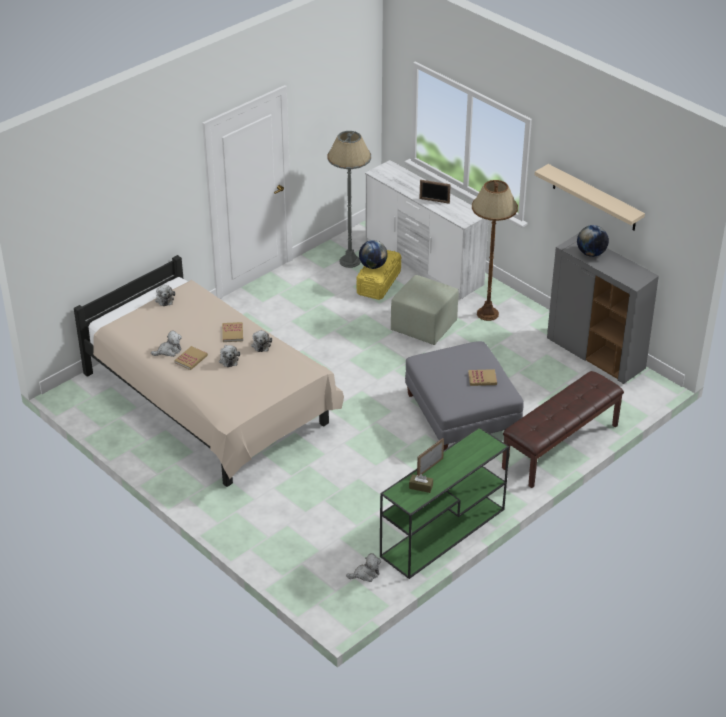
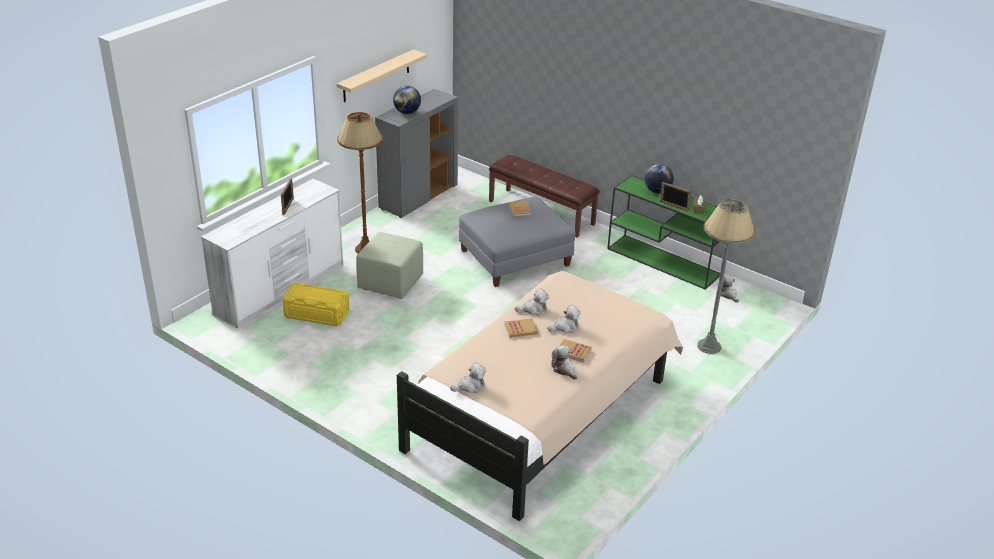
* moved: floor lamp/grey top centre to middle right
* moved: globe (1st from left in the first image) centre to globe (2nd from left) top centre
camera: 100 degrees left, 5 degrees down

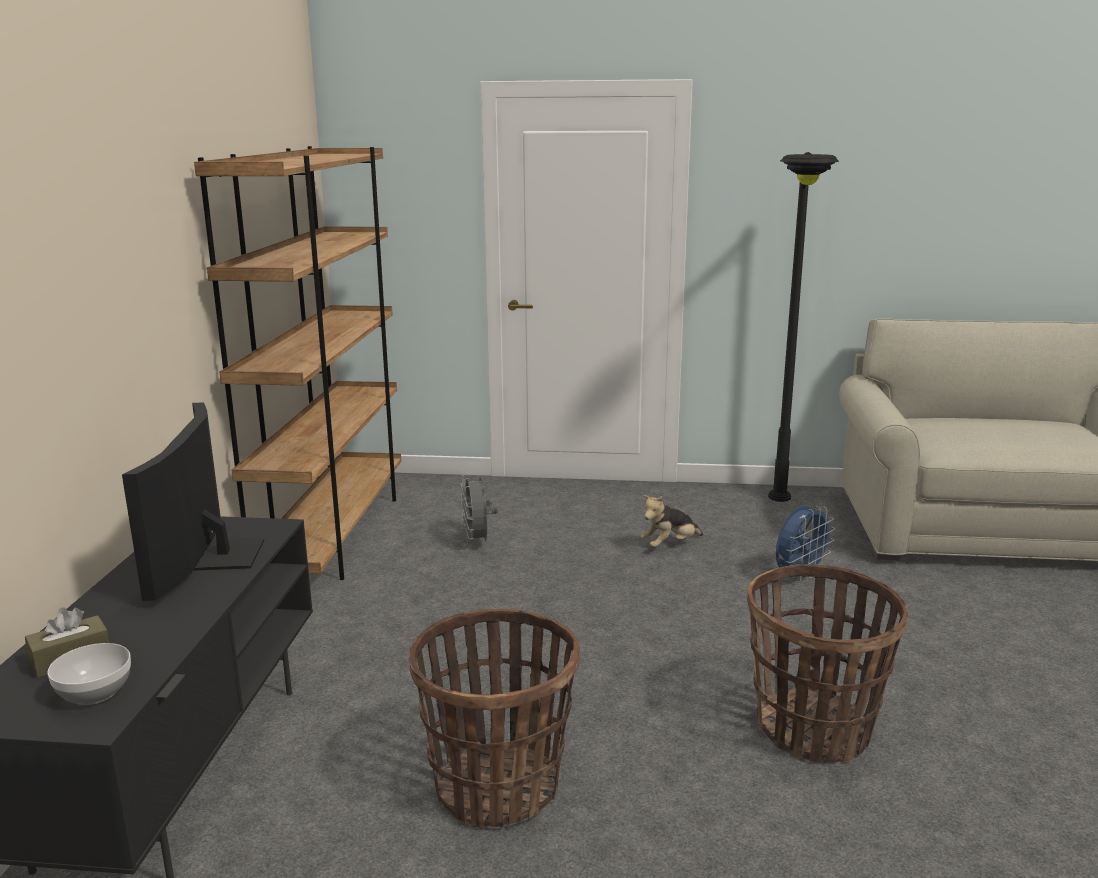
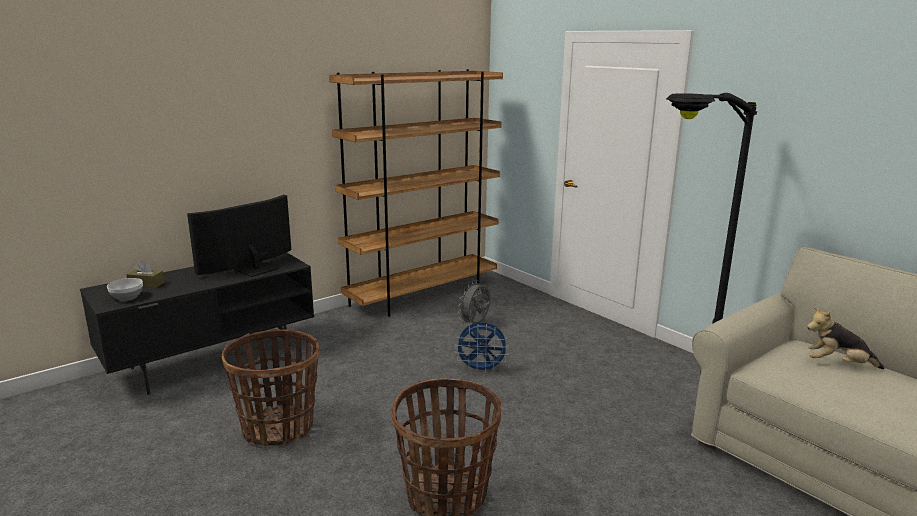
* moved: plush toy centre to middle right
* moved: fan/blue middle right to bottom centre
camera: 45 degrees right, 0 degrees up

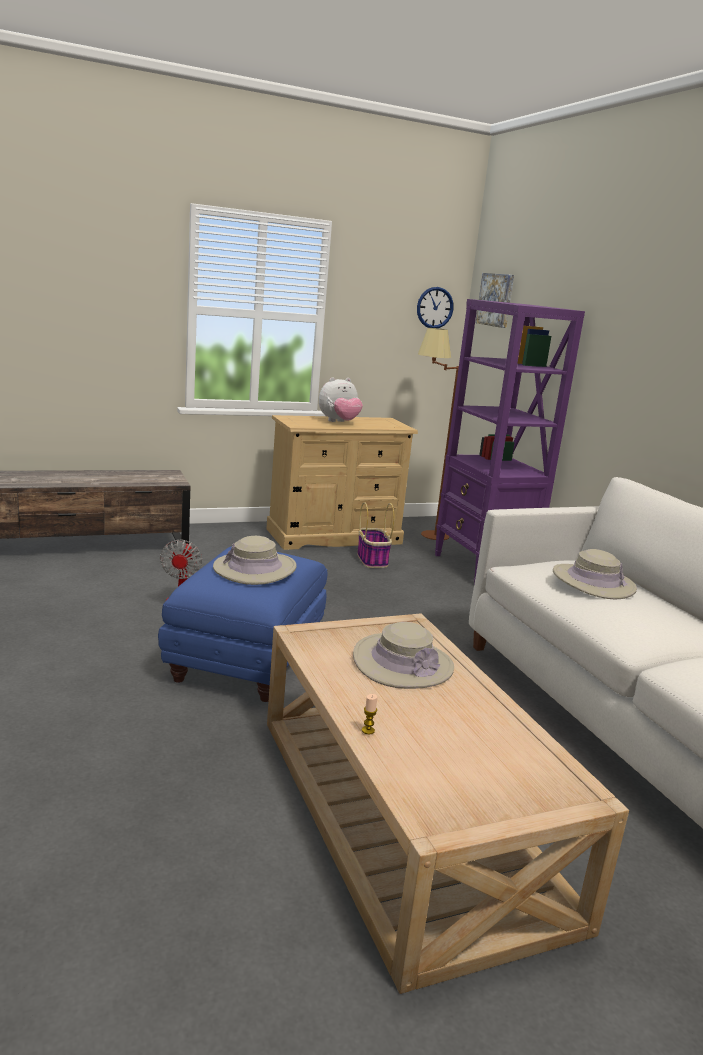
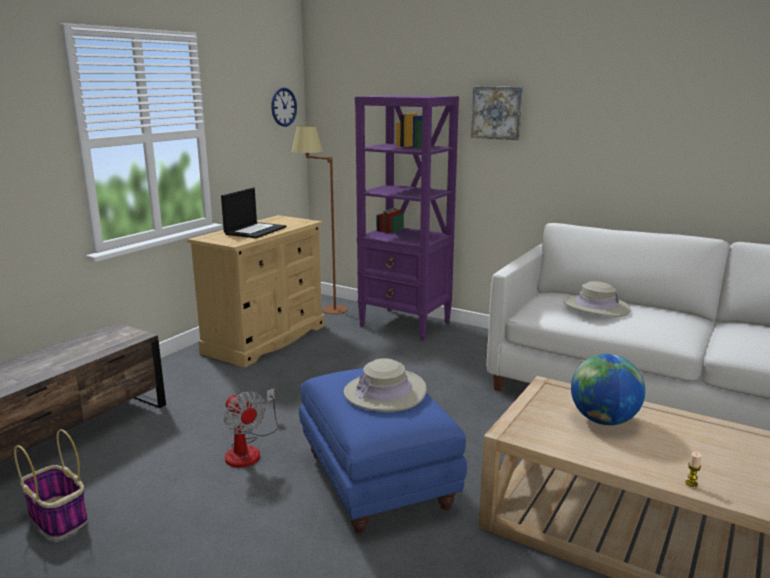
* moved: picture top right to top centre
* replaced: plush toy centre to laptop middle left
* moved: basket centre to bottom left
* replaced: hat/beige (2nd from left) centre to globe bottom right
camera: 35 degrees left, 0 degrees up

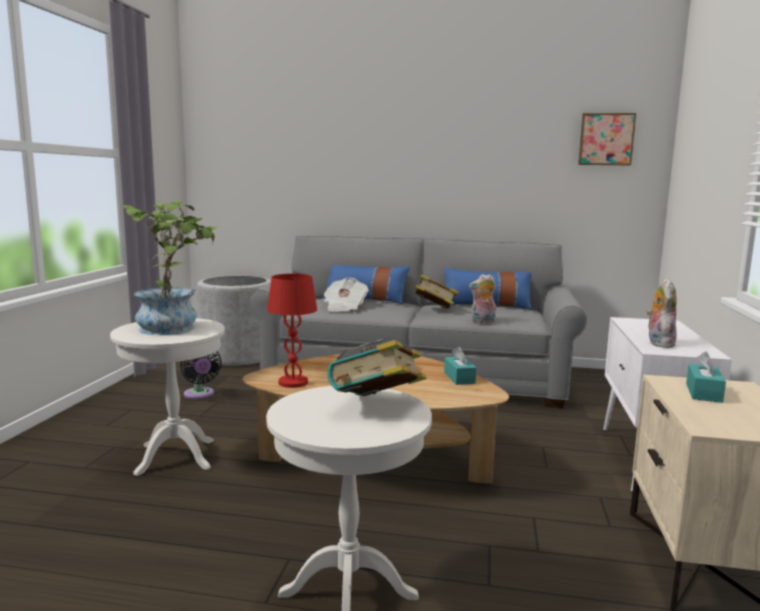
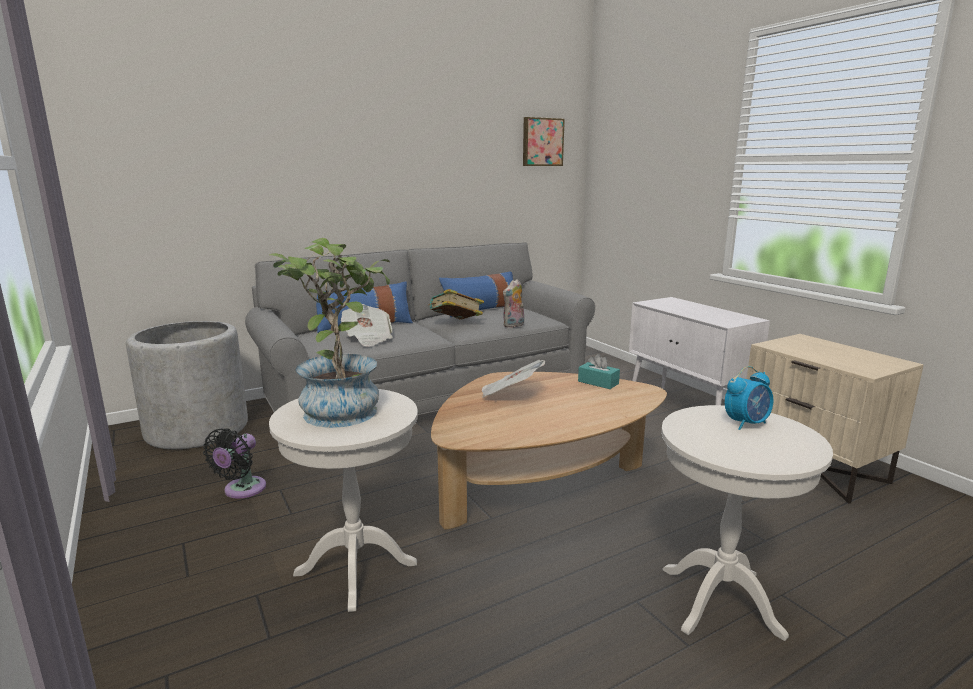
* removed: table lamp/red centre
* removed: plush toy (2nd from left) middle right
* replaced: book (1st from left) centre to alarm clock middle right
* turned: fan/black middle left = bottom left 90 degrees clockwise
* removed: tissue box/turquoise (2nd from left) middle right
camera: 40 degrees left, 5 degrees up

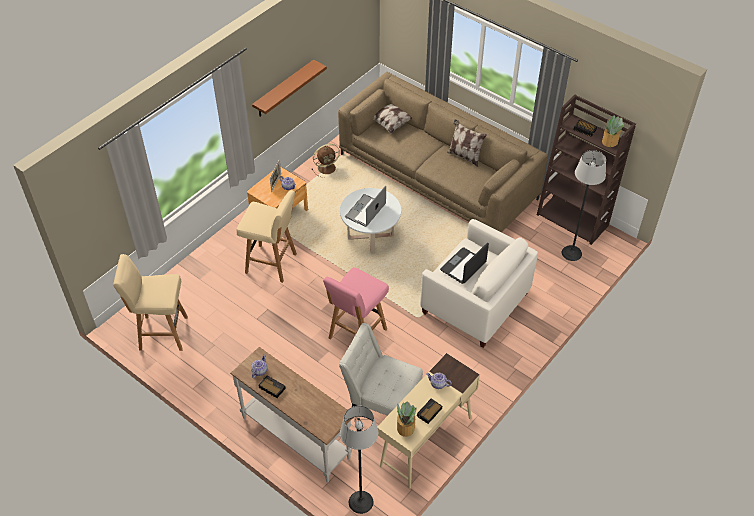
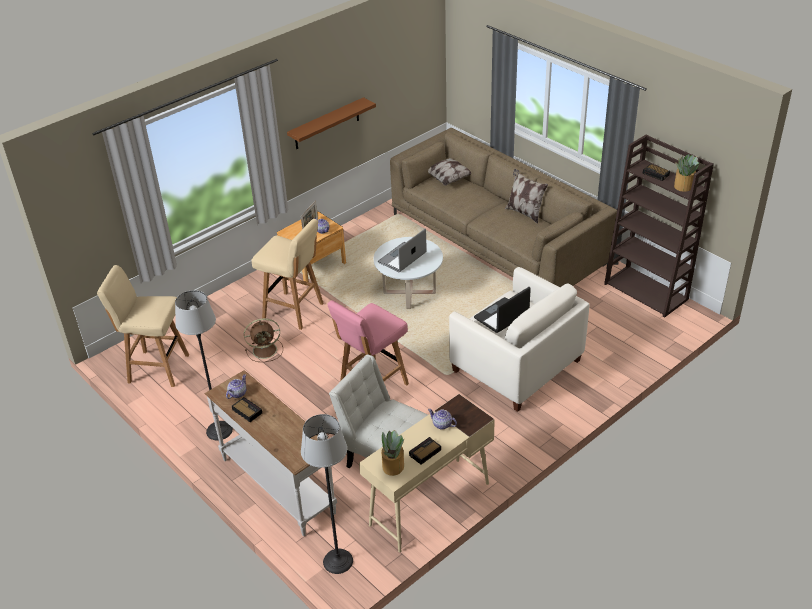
* moved: fan/brown top centre to middle left
* moved: floor lamp (2nd from left in the first image) middle right to floor lamp (1st from left) middle left
camera: 10 degrees right, 10 degrees down

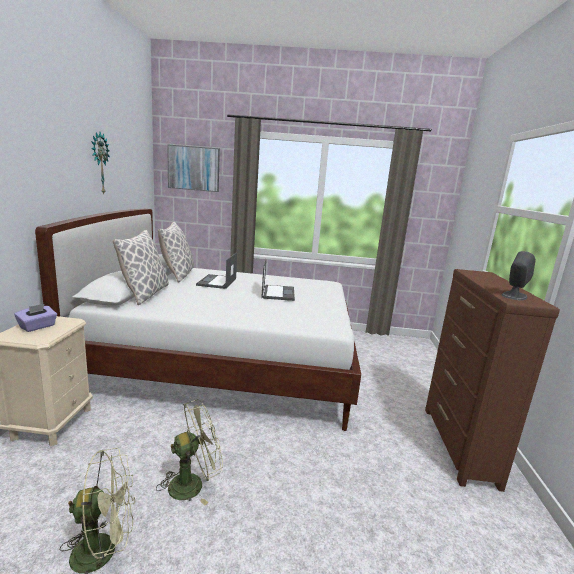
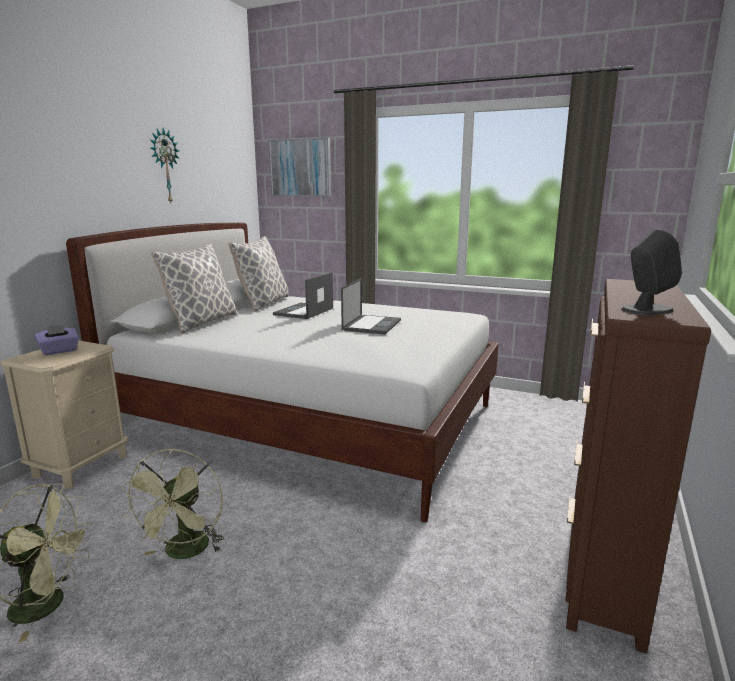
* turned: fan/green (2nd from left) bottom left = bottom left 105 degrees clockwise
camera: 20 degrees right, 0 degrees up

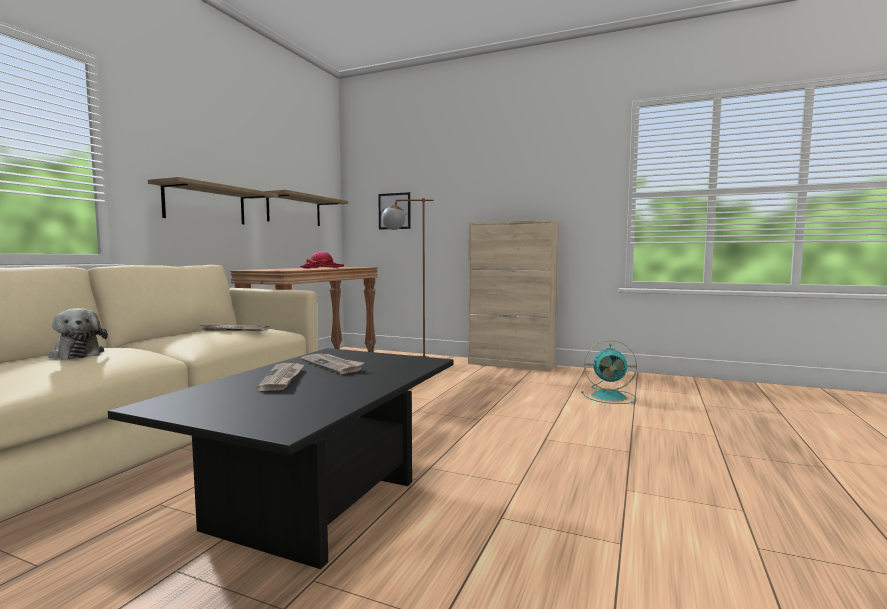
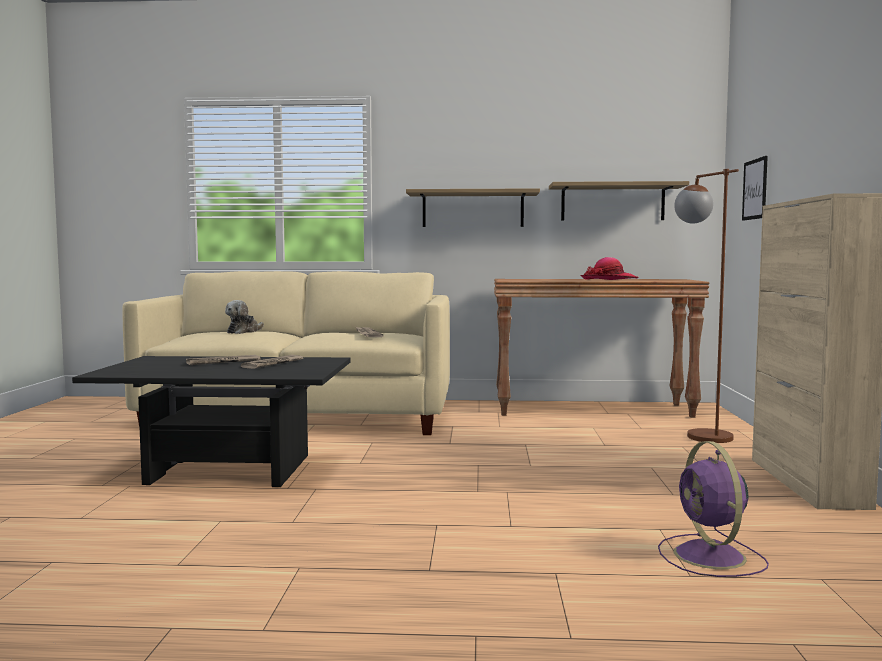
* recoloured: fan/turquoise middle right to fan/purple bottom right
camera: 70 degrees right, 0 degrees up

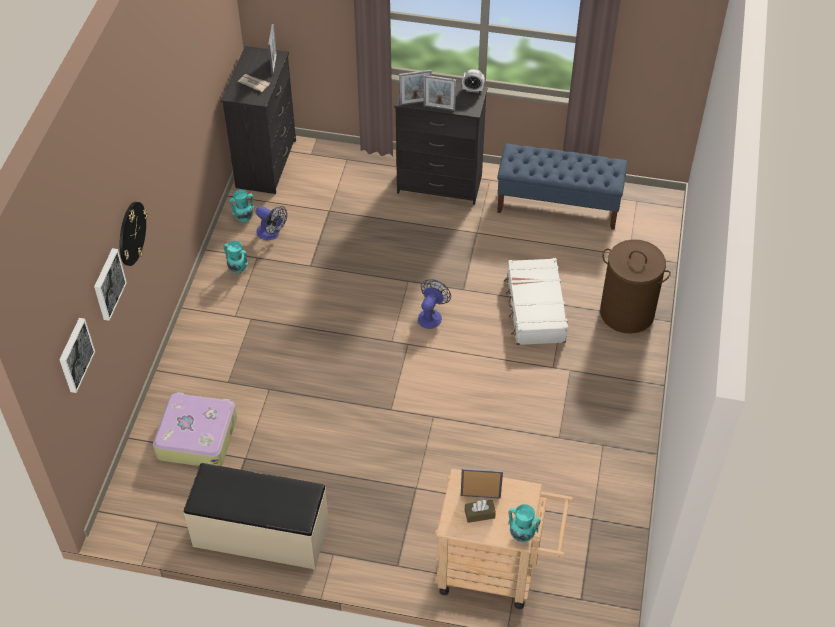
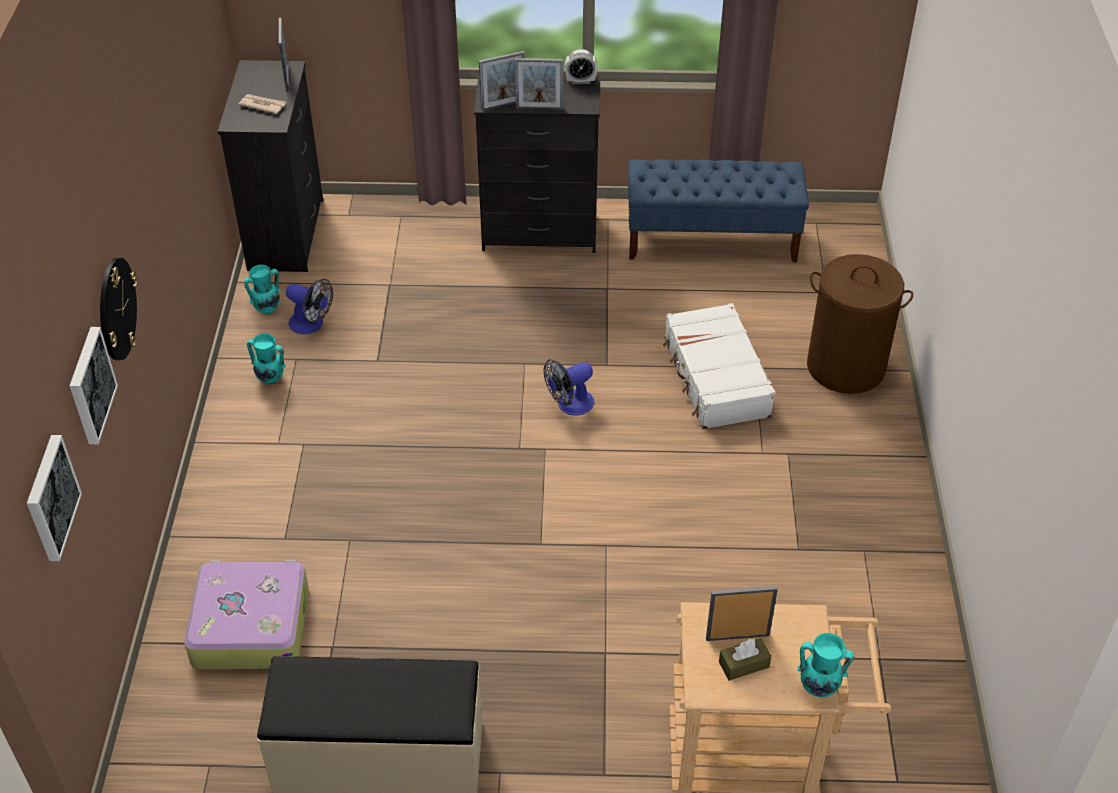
* turned: fan (2nd from left) centre = centre 135 degrees counterclockwise
camera: 10 degrees left, 5 degrees down

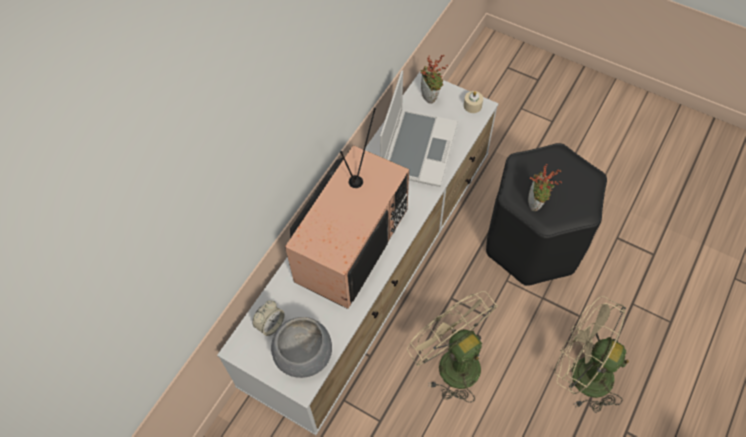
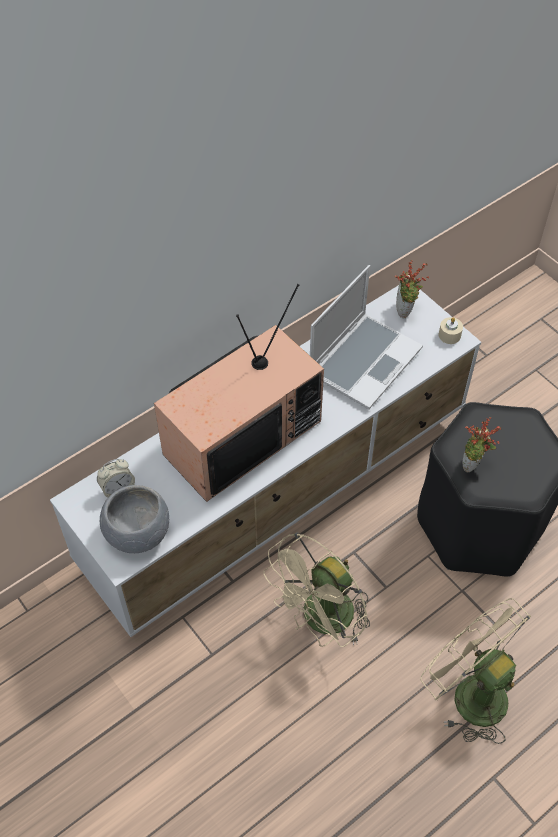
* turned: fan/beige (1st from left) bottom centre = bottom centre 120 degrees counterclockwise
camera: 20 degrees right, 5 degrees down

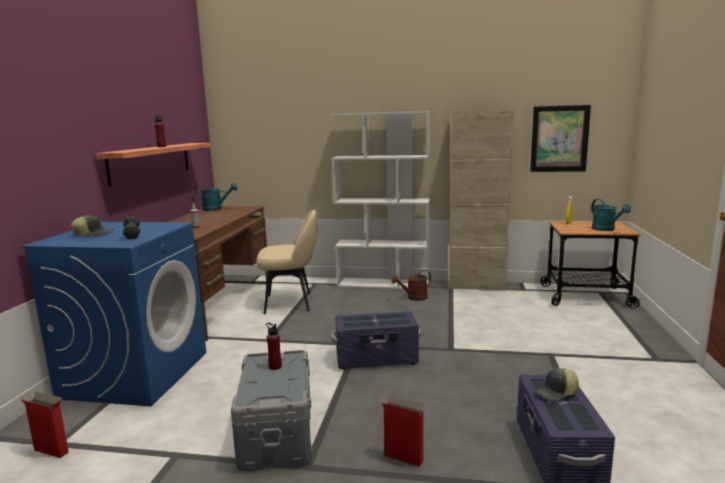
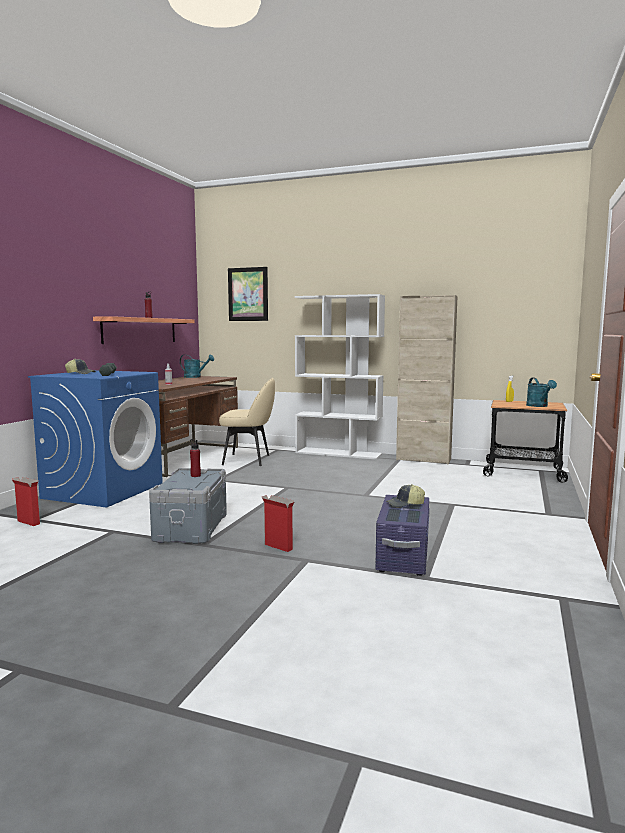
* moved: picture top right to centre
* removed: watering can/brown centre
* removed: storage box/purple (1st from left) bottom centre
camera: 10 degrees right, 5 degrees down

